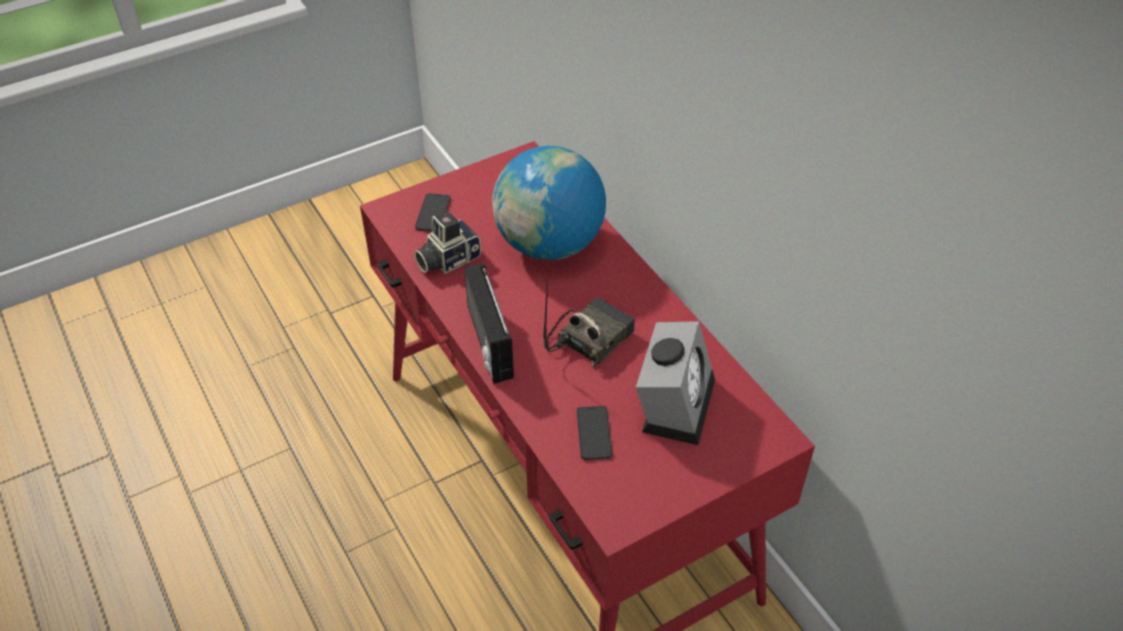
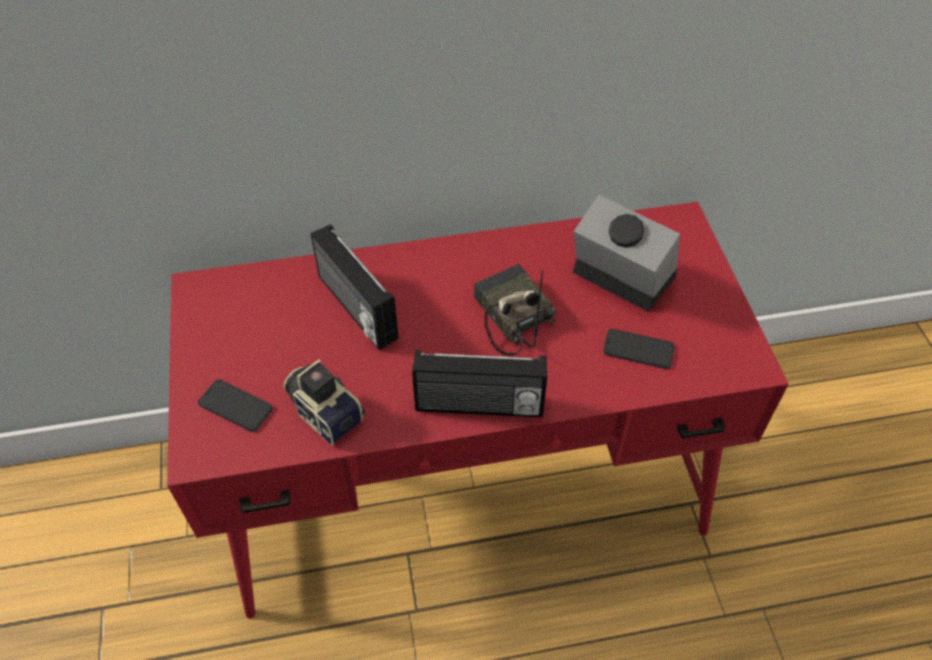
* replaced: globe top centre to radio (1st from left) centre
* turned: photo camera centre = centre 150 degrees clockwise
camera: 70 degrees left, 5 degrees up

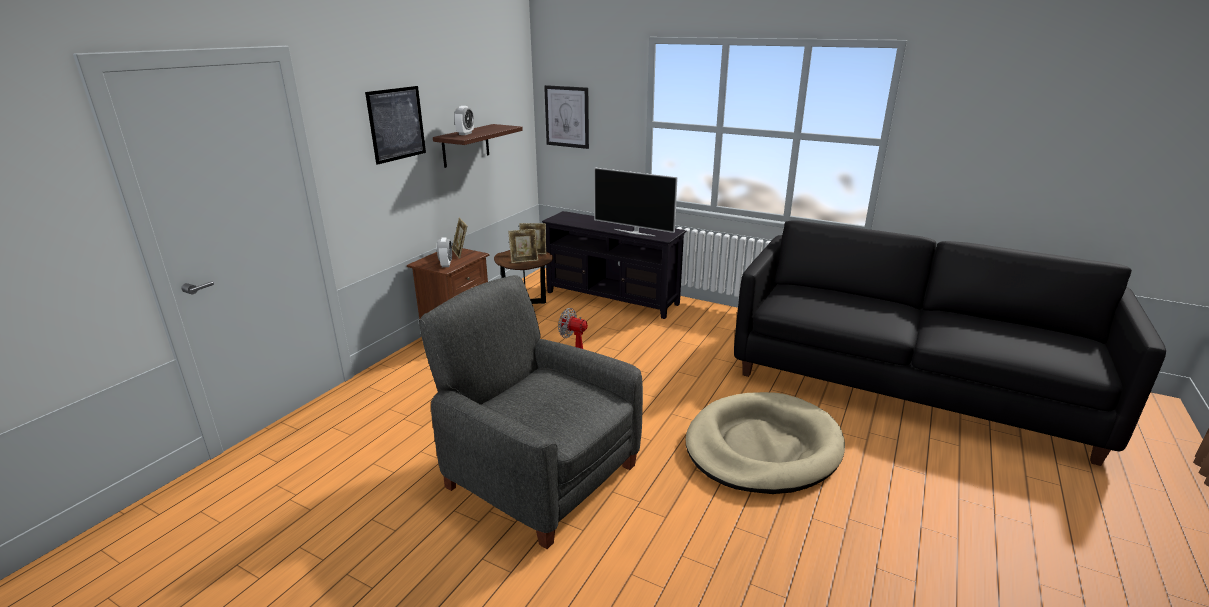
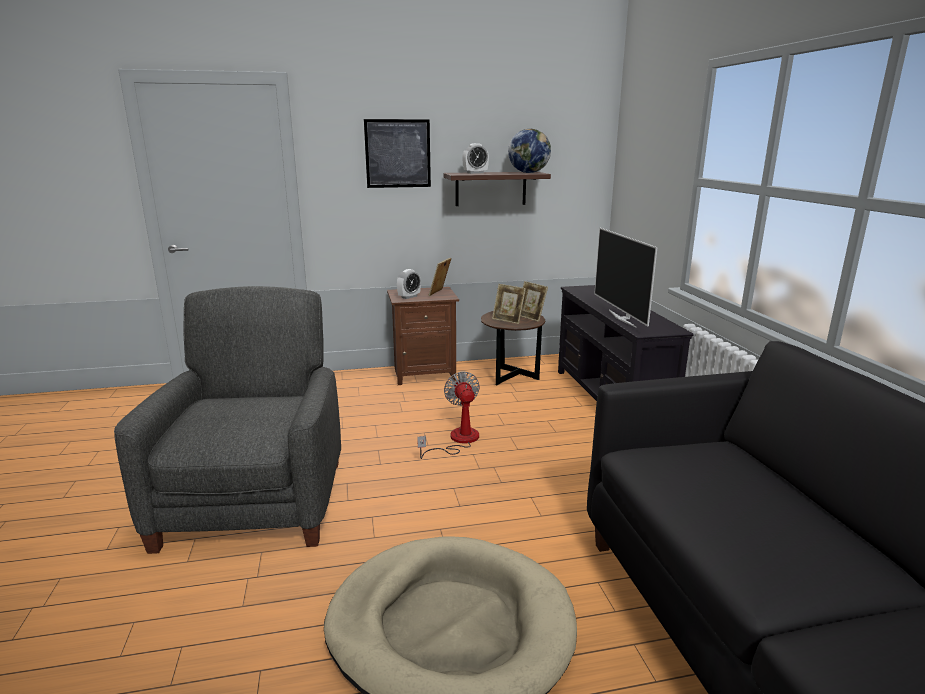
* removed: picture (2nd from left) top centre
* added: globe top centre
camera: 50 degrees right, 5 degrees down

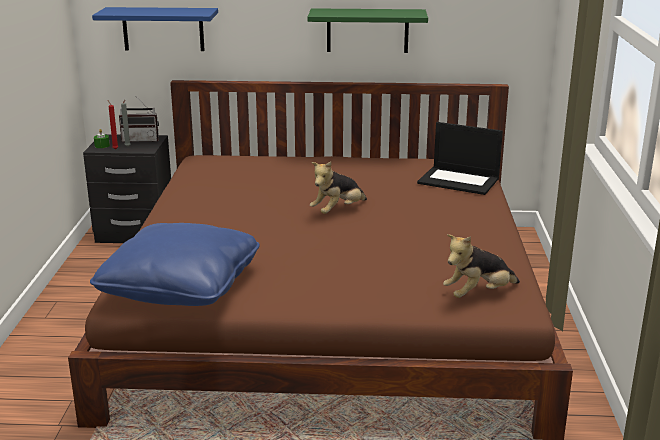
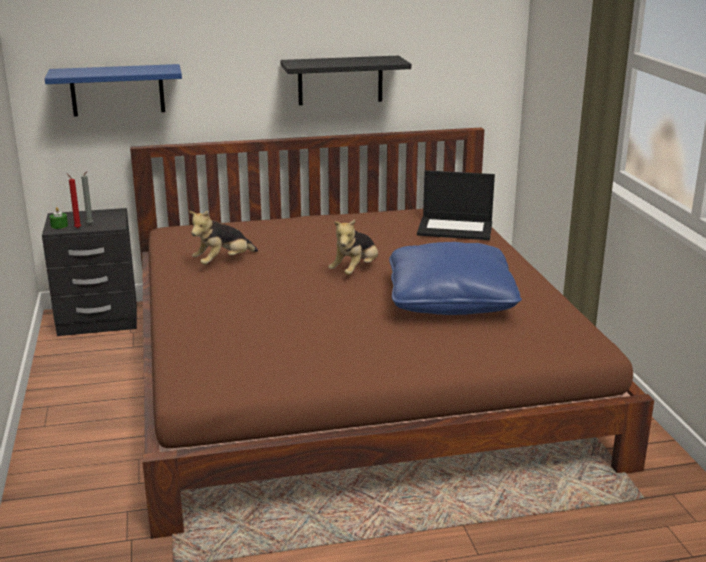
* recoloured: shelf/green top centre to shelf/black top centre
* removed: radio top left
* moved: pillow/blue middle left to centre
* moved: plush toy (2nd from left in the first image) middle right to plush toy (1st from left) middle left
camera: 15 degrees left, 0 degrees up

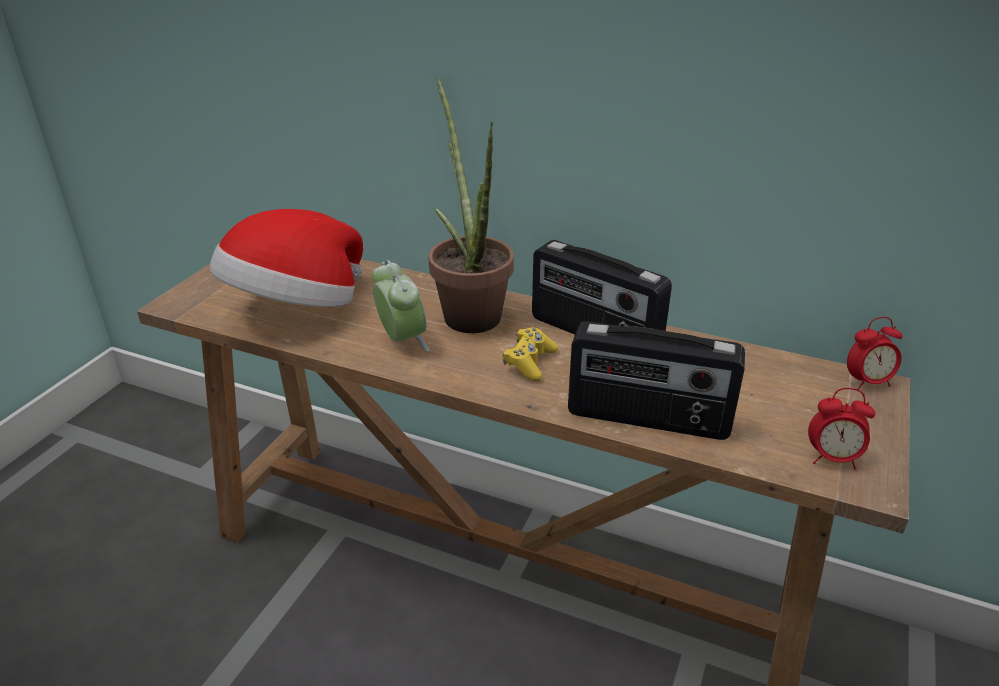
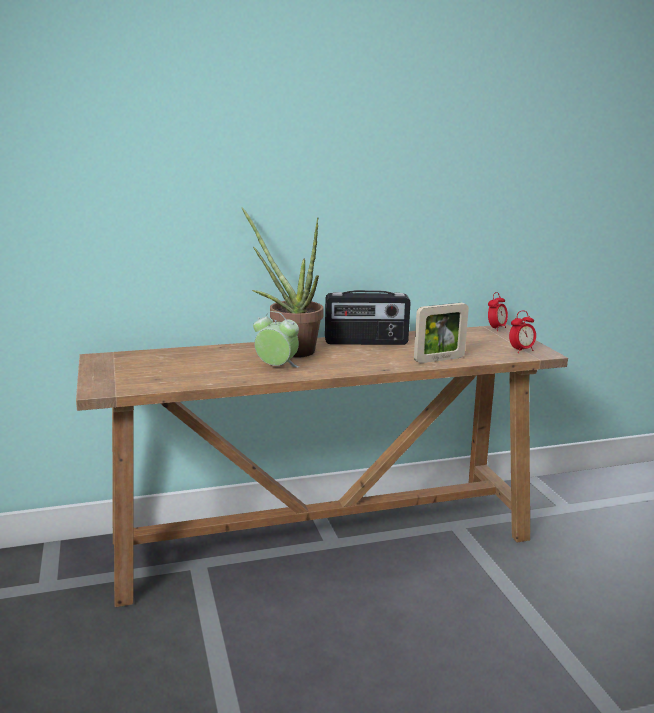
* removed: hat middle left
* replaced: radio (2nd from left) centre to picture frame middle right
* removed: game controller/yellow centre
camera: 40 degrees left, 15 degrees down

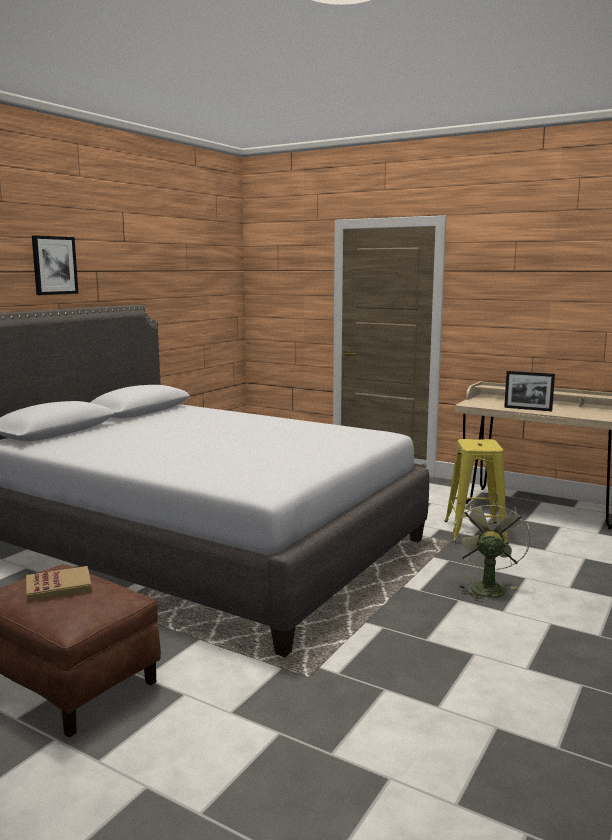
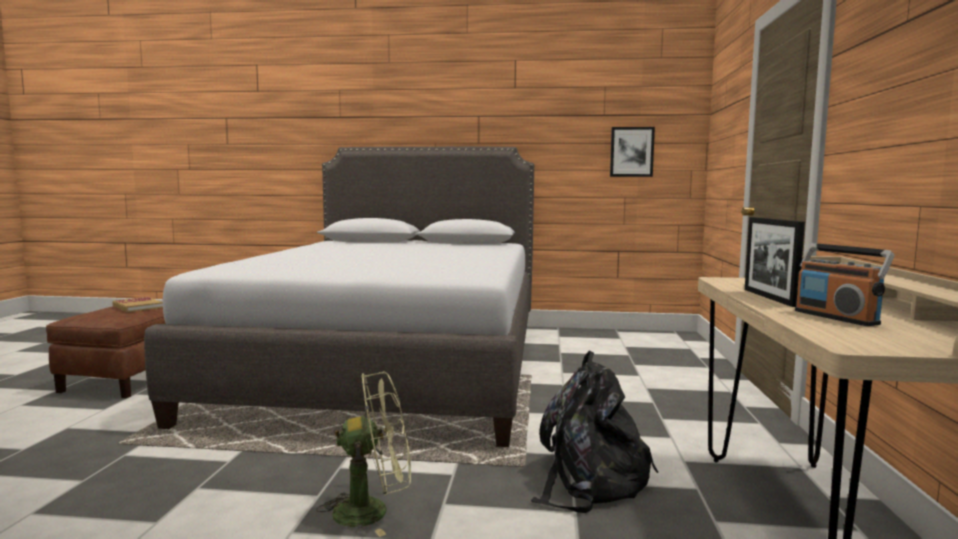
* moved: picture top left to top centre
* replaced: stool/yellow middle right to backpack/black bottom centre
* added: radio middle right
camera: 65 degrees right, 5 degrees down

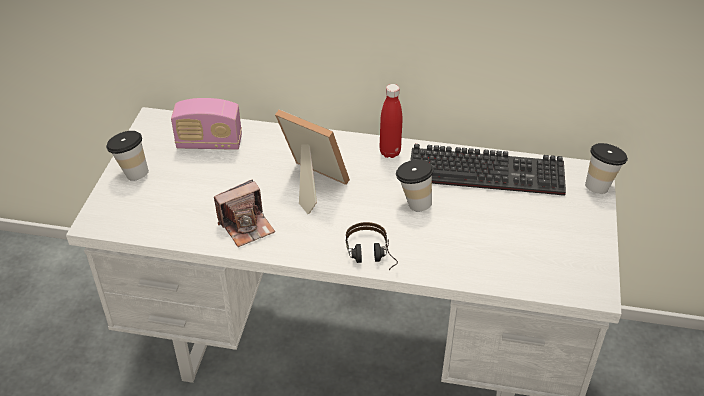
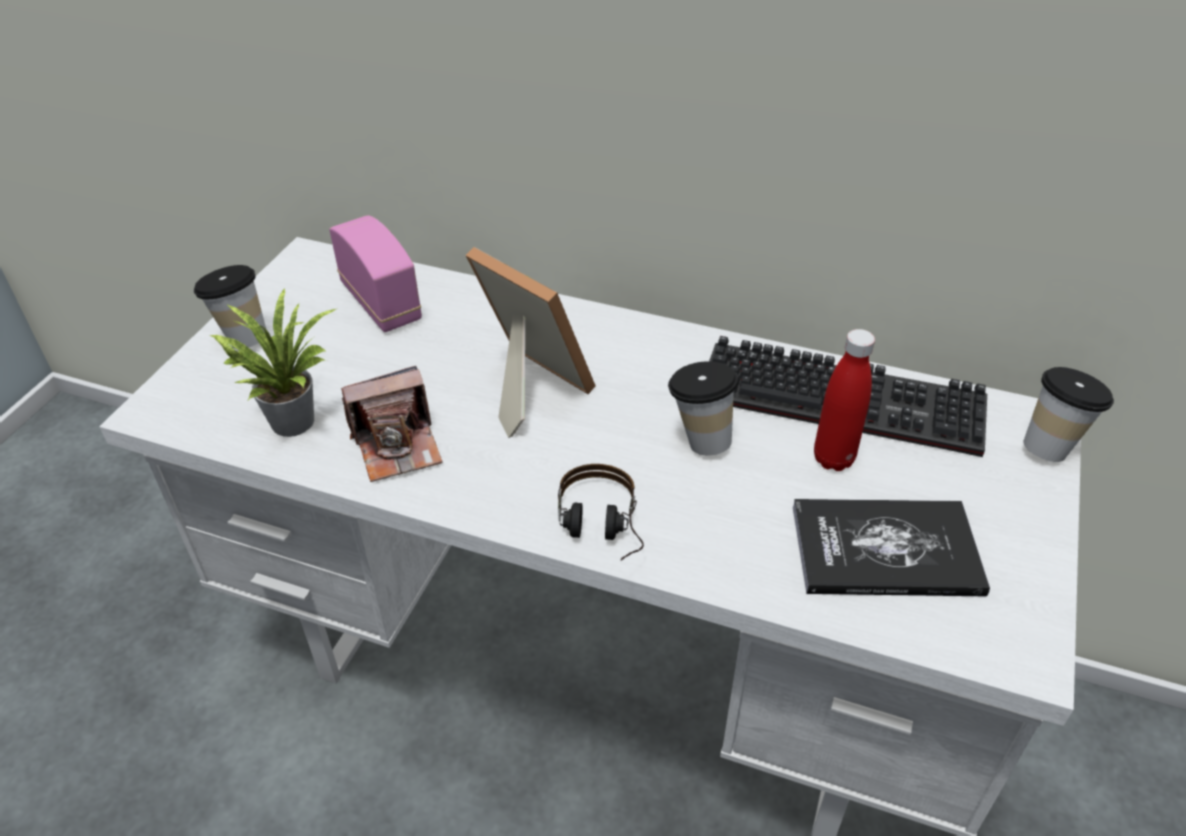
* moved: bottle/red top centre to middle right
* turned: radio top left = top left 135 degrees counterclockwise
* added: potted plant middle left
* added: book middle right
camera: 10 degrees right, 0 degrees up

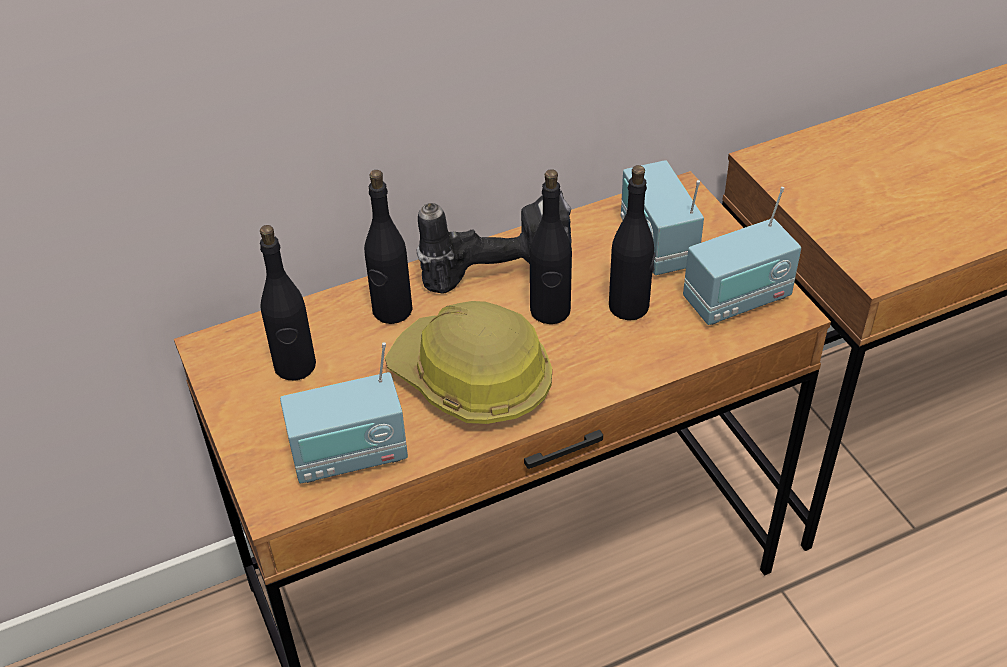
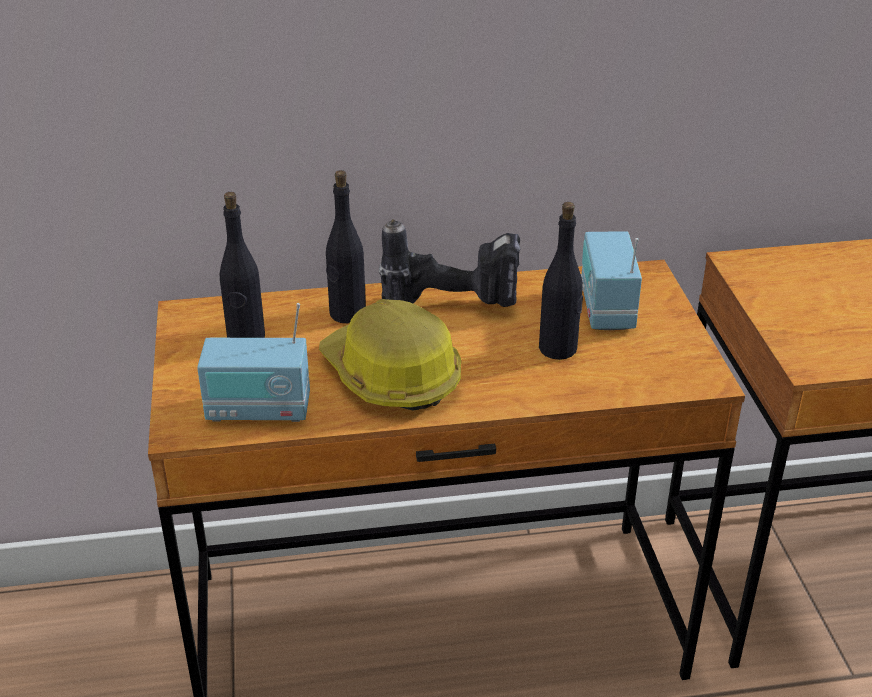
* removed: bottle/black (3rd from left) centre
* removed: radio (3rd from left) middle right
camera: 15 degrees right, 10 degrees down

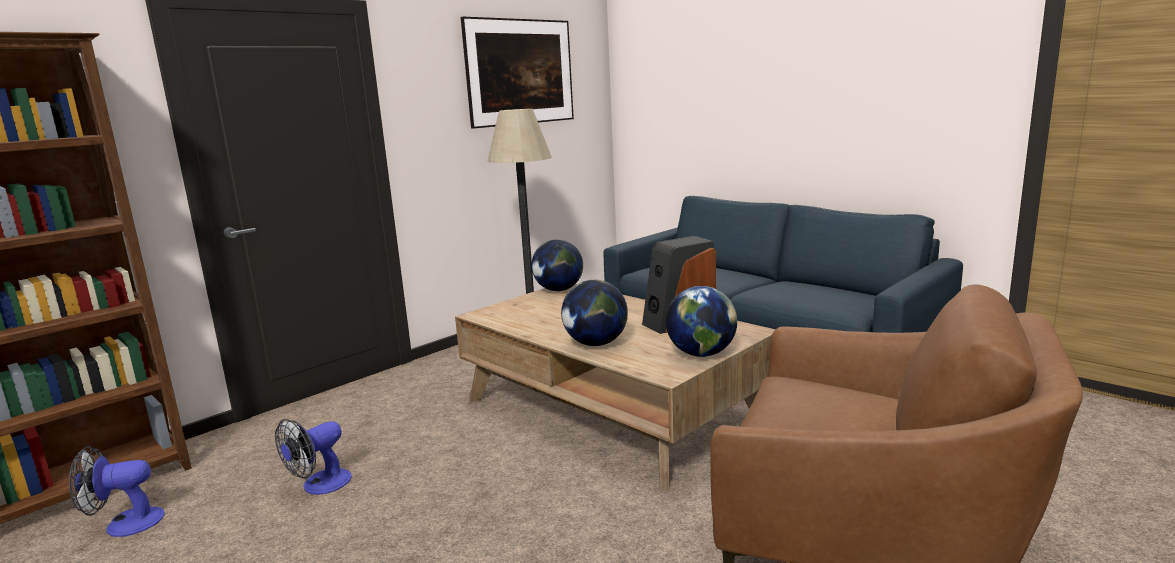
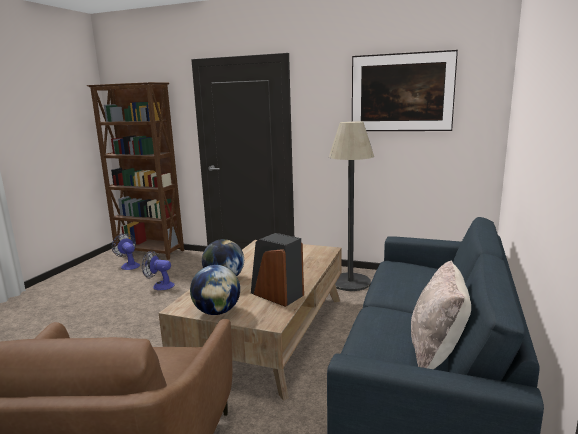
* removed: globe (1st from left) centre
* added: pillow/beige bottom right
camera: 65 degrees right, 0 degrees up

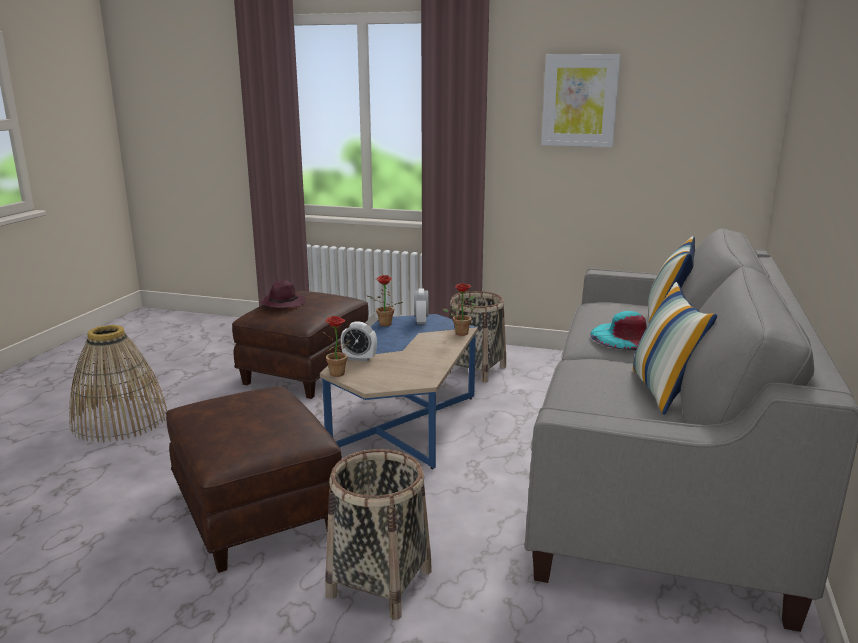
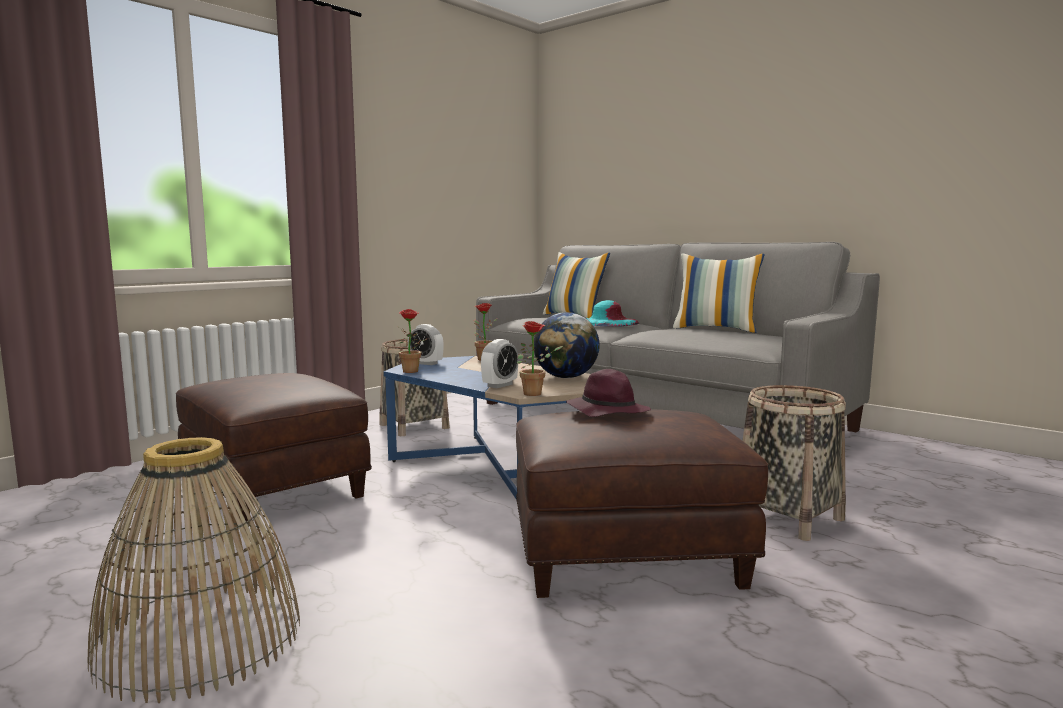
* removed: picture top right
* moved: hat/purple middle left to centre
* added: globe centre
camera: 65 degrees left, 10 degrees down

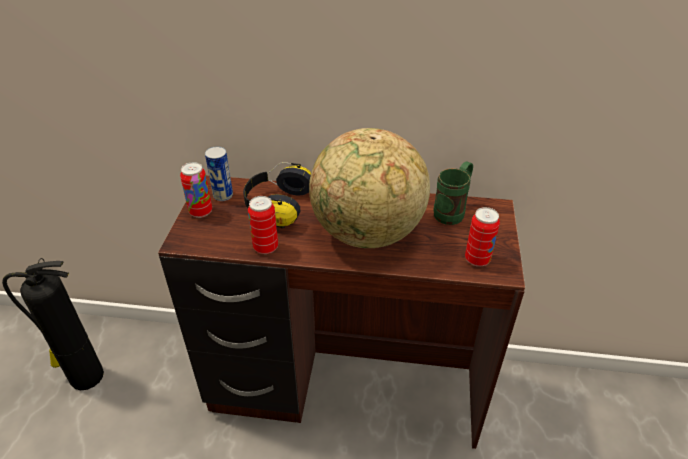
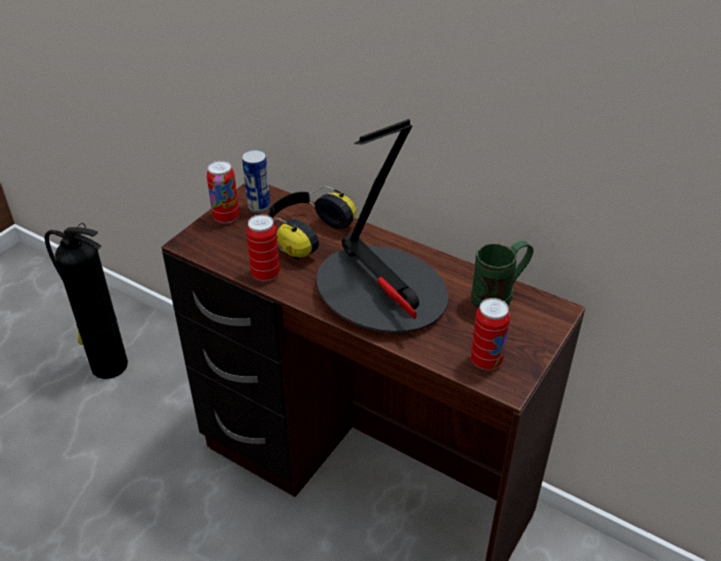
* replaced: globe centre to table lamp centre
camera: 25 degrees right, 0 degrees up

